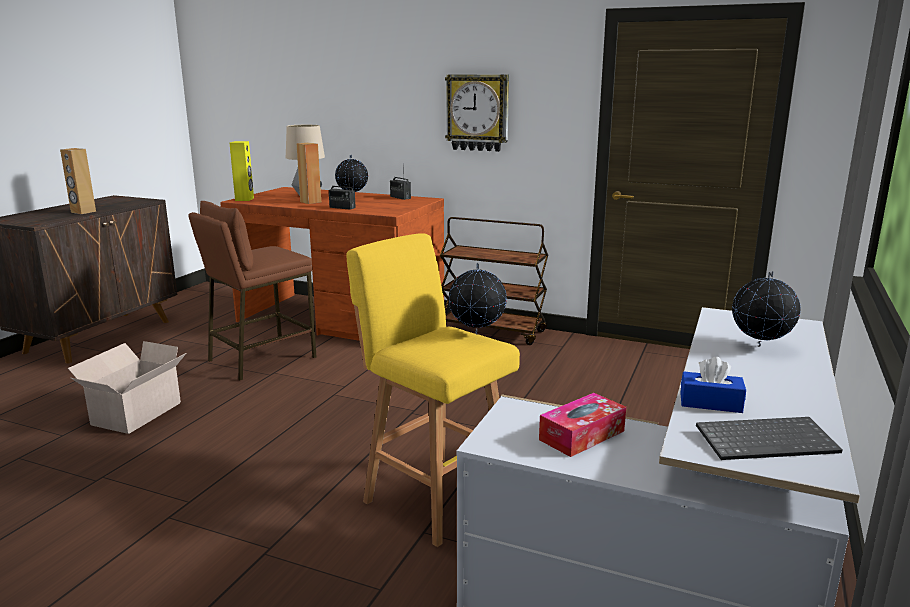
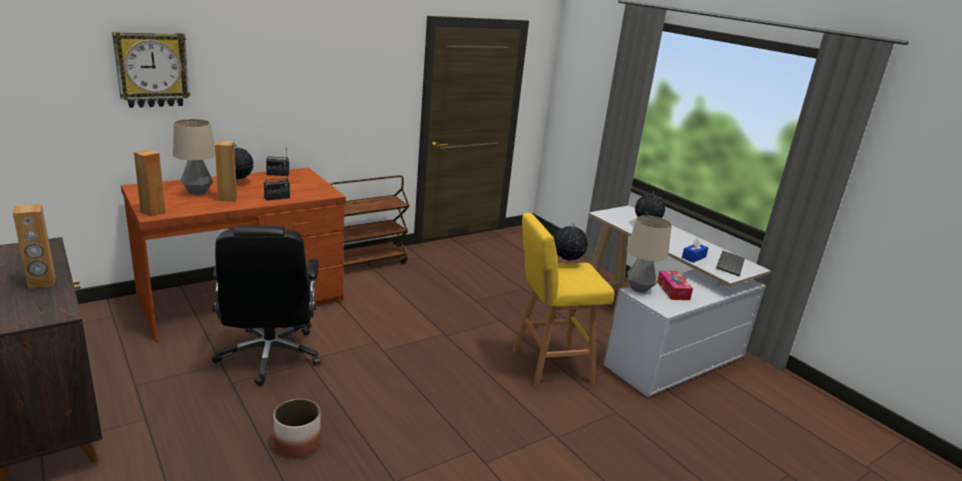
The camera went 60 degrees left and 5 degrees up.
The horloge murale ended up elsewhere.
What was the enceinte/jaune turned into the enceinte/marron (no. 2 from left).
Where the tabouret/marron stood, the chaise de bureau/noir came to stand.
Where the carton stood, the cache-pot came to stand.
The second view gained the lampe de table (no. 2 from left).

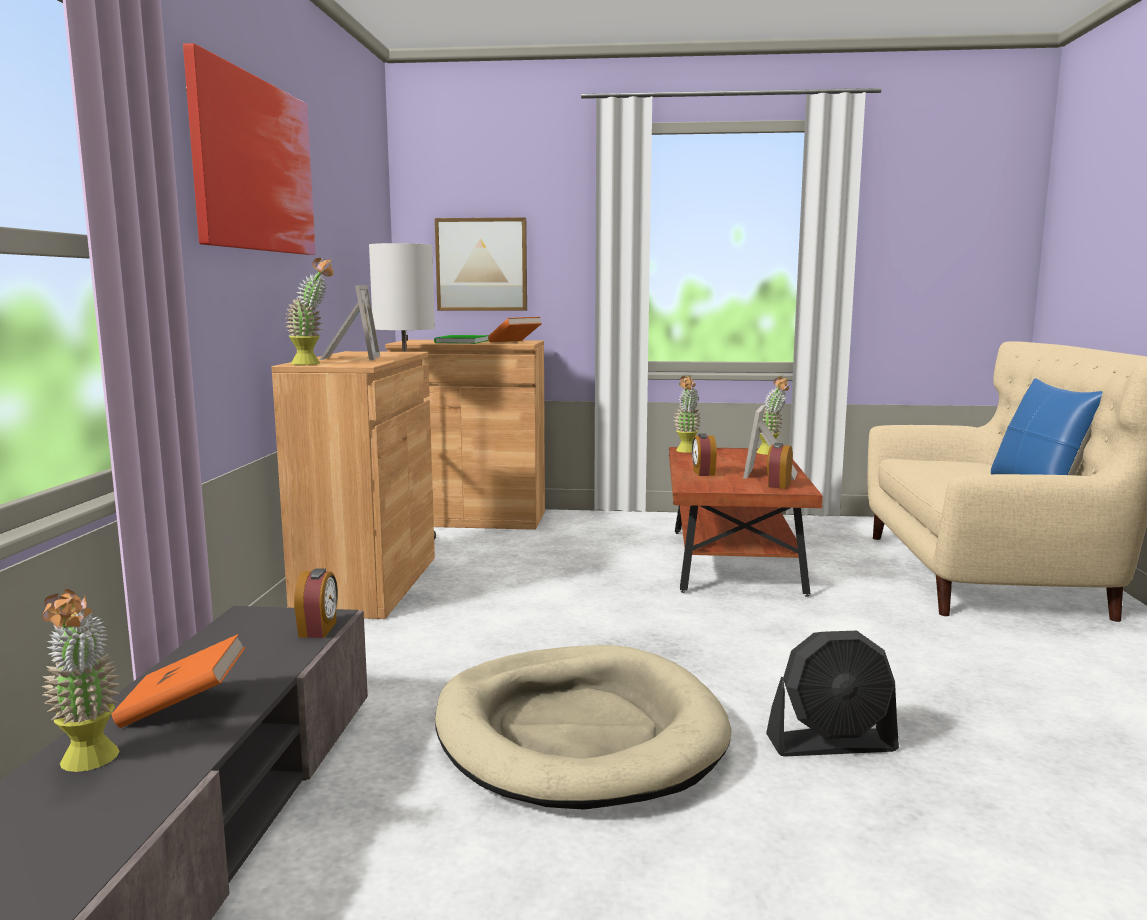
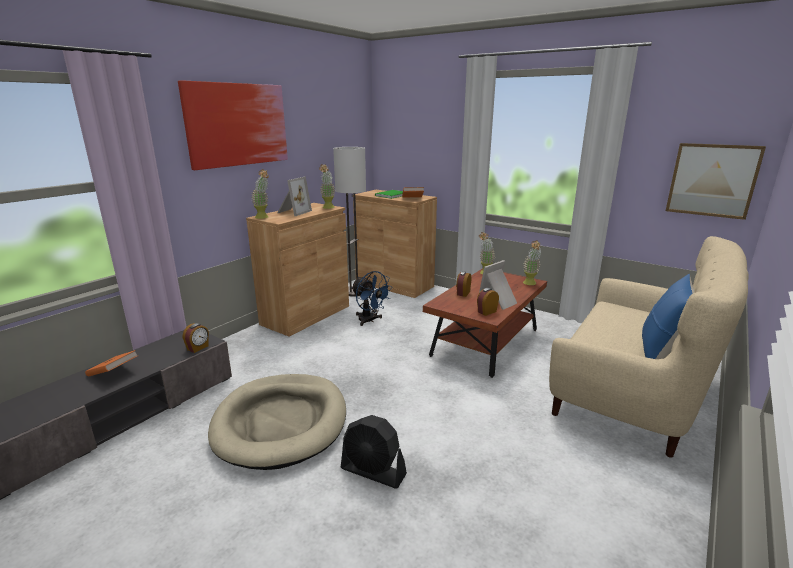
The camera went 30 degrees right and 10 degrees up.
The tableau (no. 2 from left) ended up elsewhere.
The plante en pot (no. 1 from left in the first image) ended up elsewhere.
The second view gained the ventilateur/bleu.

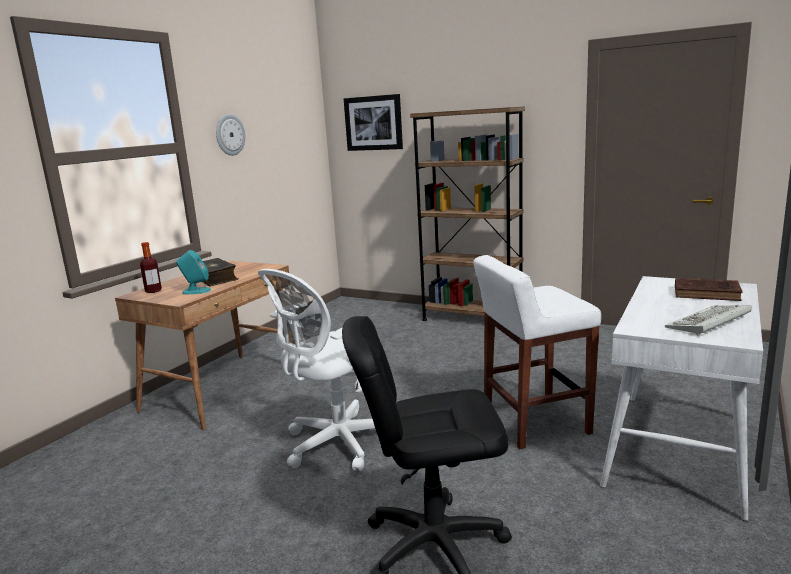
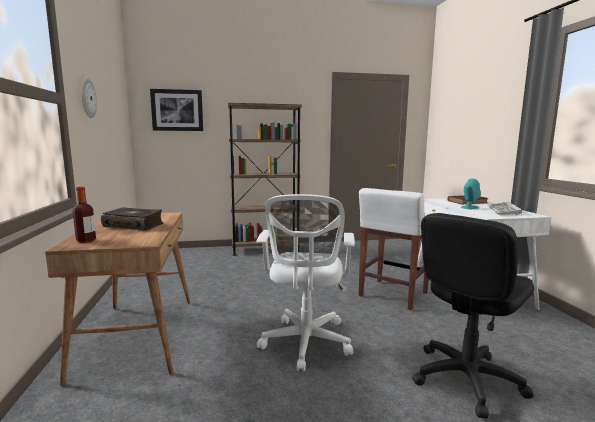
The camera went 40 degrees left and 5 degrees down.
The enceinte/turquoise ended up elsewhere.

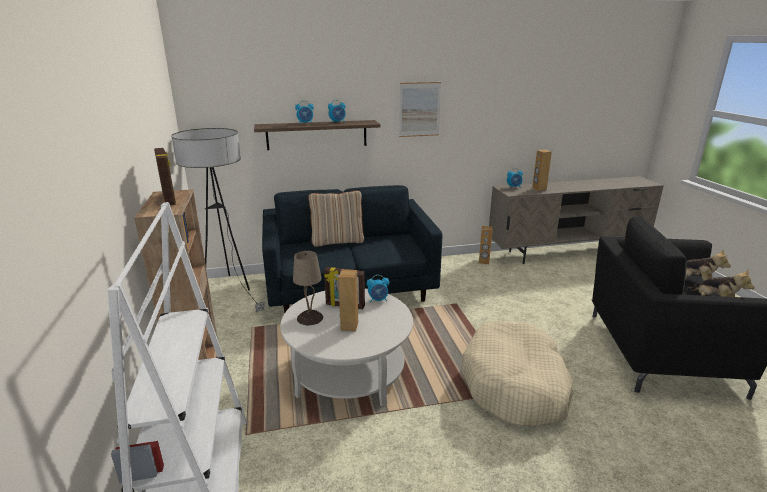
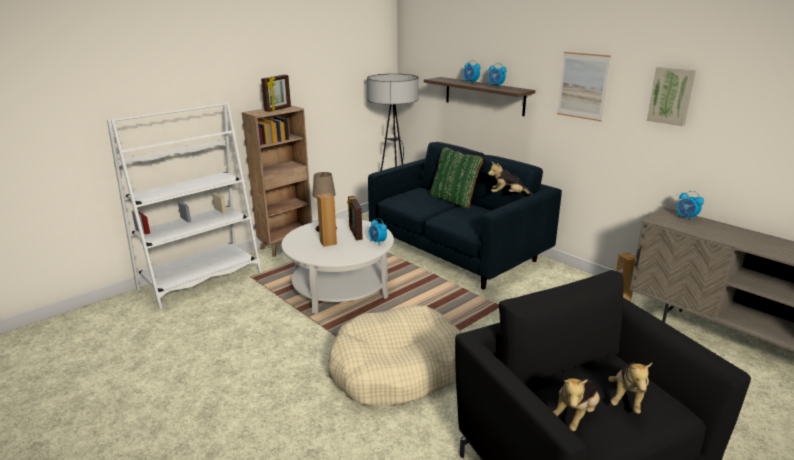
The camera went 60 degrees right and 0 degrees up.
The second view lost the enceinte/marron (no. 3 from left).
What was the coussin/beige turned into the coussin/vert.
The second view gained the tableau (no. 2 from left).
The second view gained the peluche (no. 1 from left).

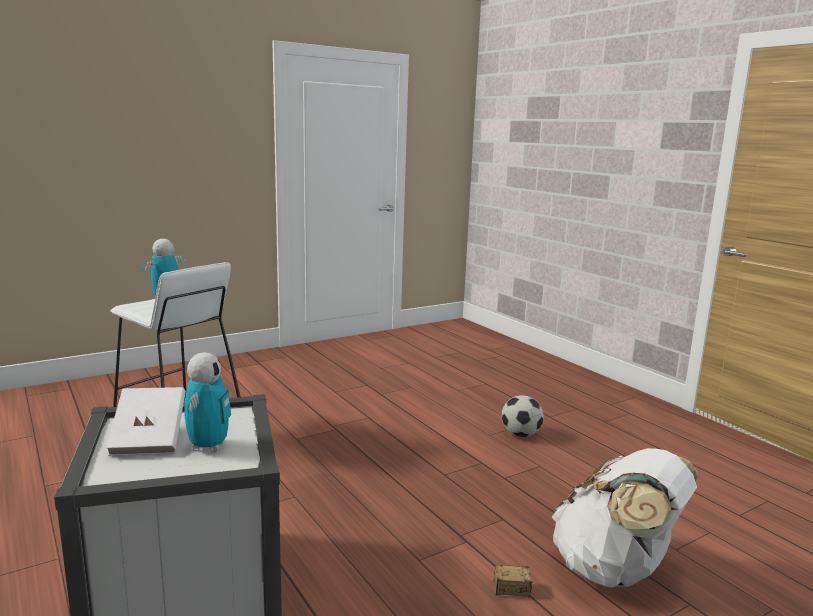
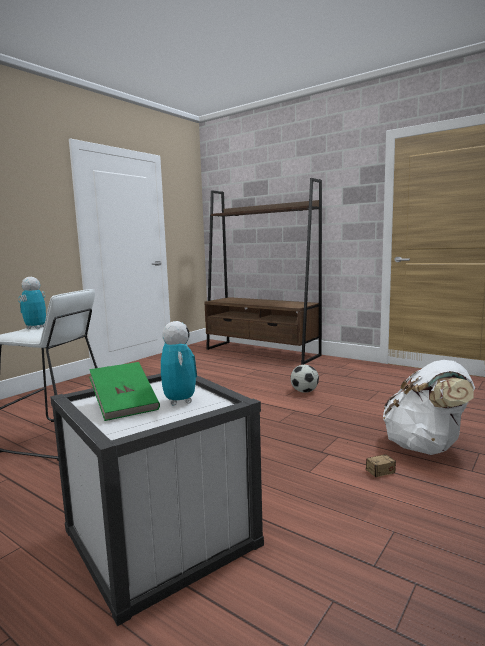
The camera went 20 degrees left and 5 degrees down.
What was the livre/blanc turned into the livre/vert.
The second view gained the bibliothèque/marron.

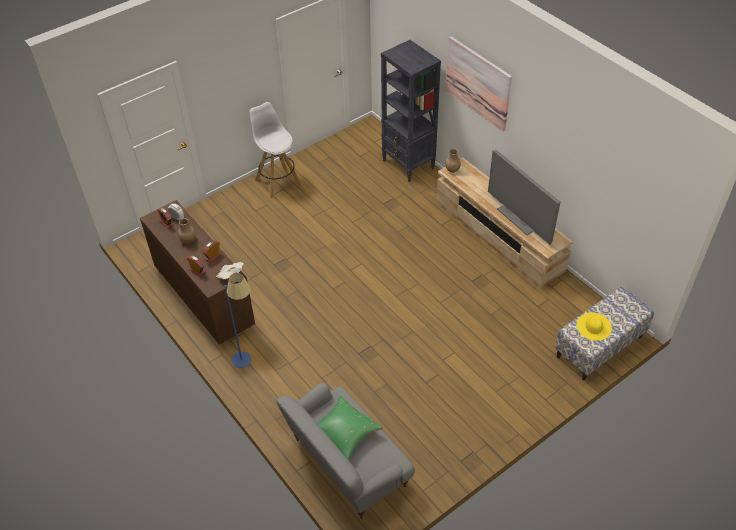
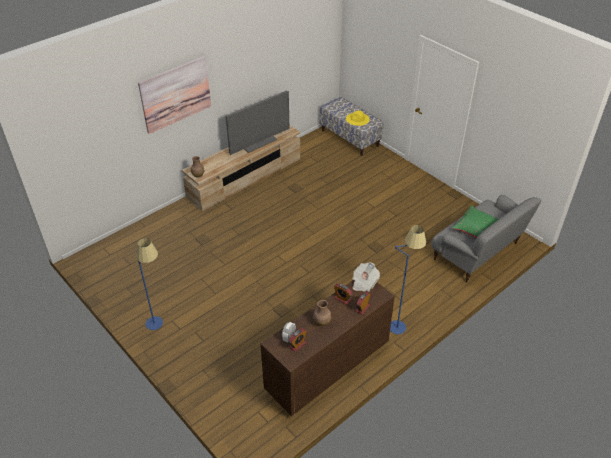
The camera went 95 degrees left and 5 degrees down.
The second view lost the bibliothèque/noir.
Where the tabouret/blanc stood, the lampadaire/bleu (no. 1 from left) came to stand.

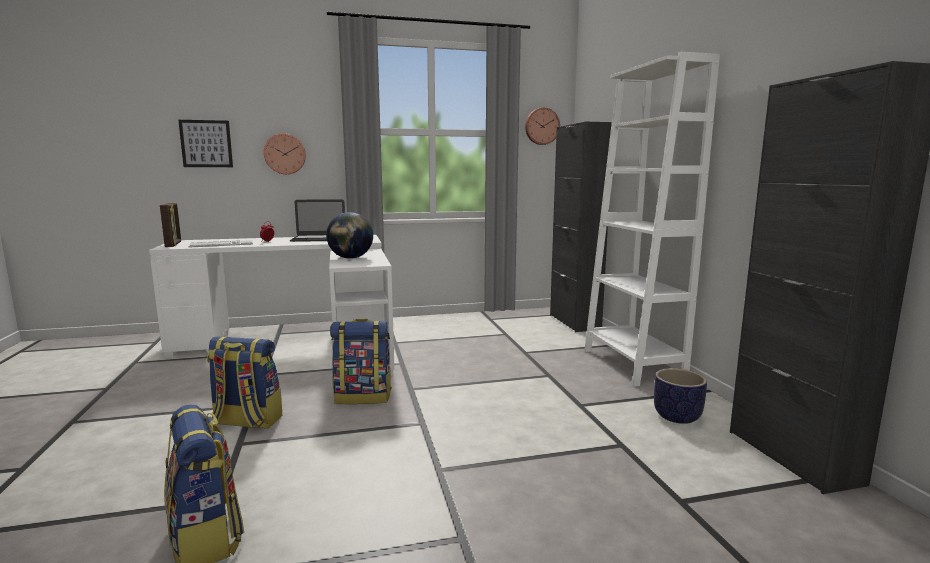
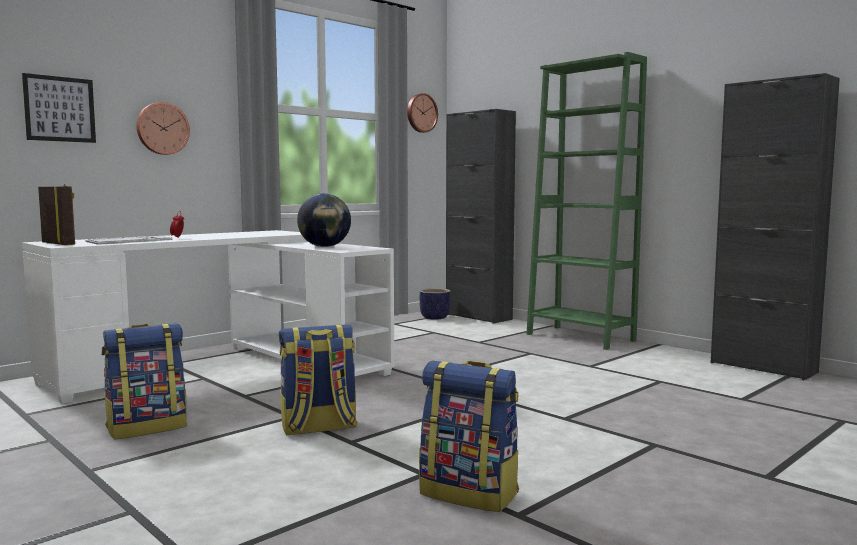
The camera went 30 degrees left and 5 degrees down.
What was the bibliothèque/blanc turned into the bibliothèque/vert.
The second view lost the ordinateur portable.
The sac à dos (no. 3 from left in the first image) ended up elsewhere.
The cache-pot ended up elsewhere.

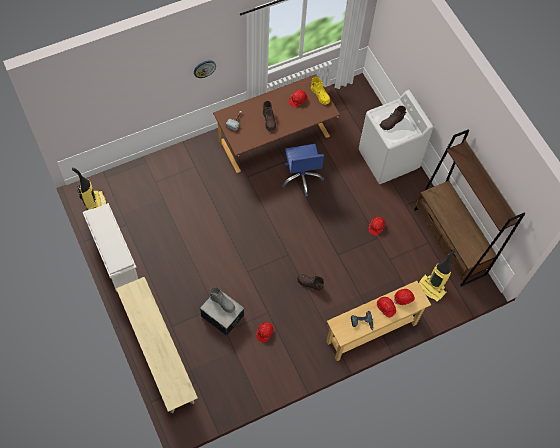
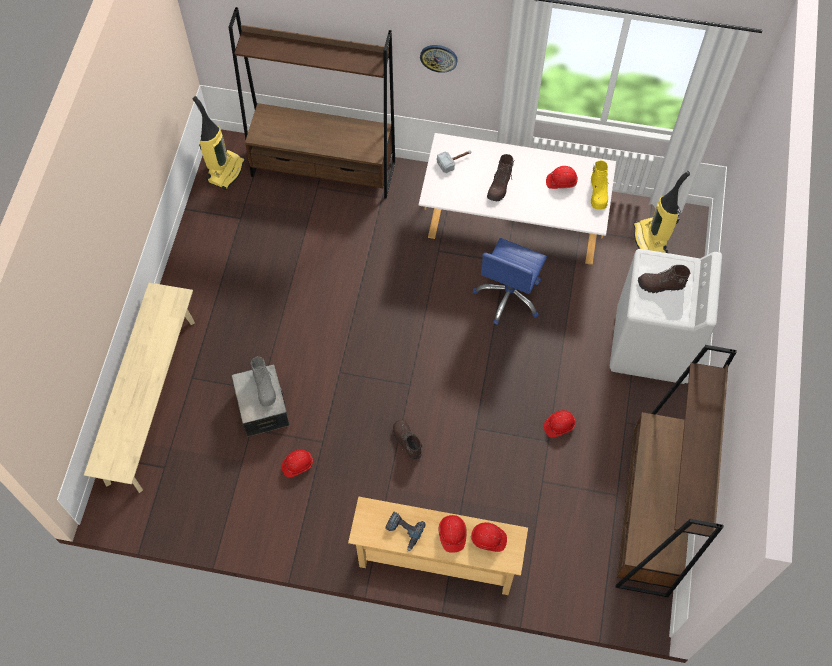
The camera went 40 degrees right and 0 degrees up.
What was the bureau/marron turned into the bureau/blanc.
The second view lost the étagère à chaussures/blanc.
The aspirateur (no. 2 from left) ended up elsewhere.
The second view gained the bibliothèque/marron (no. 1 from left).

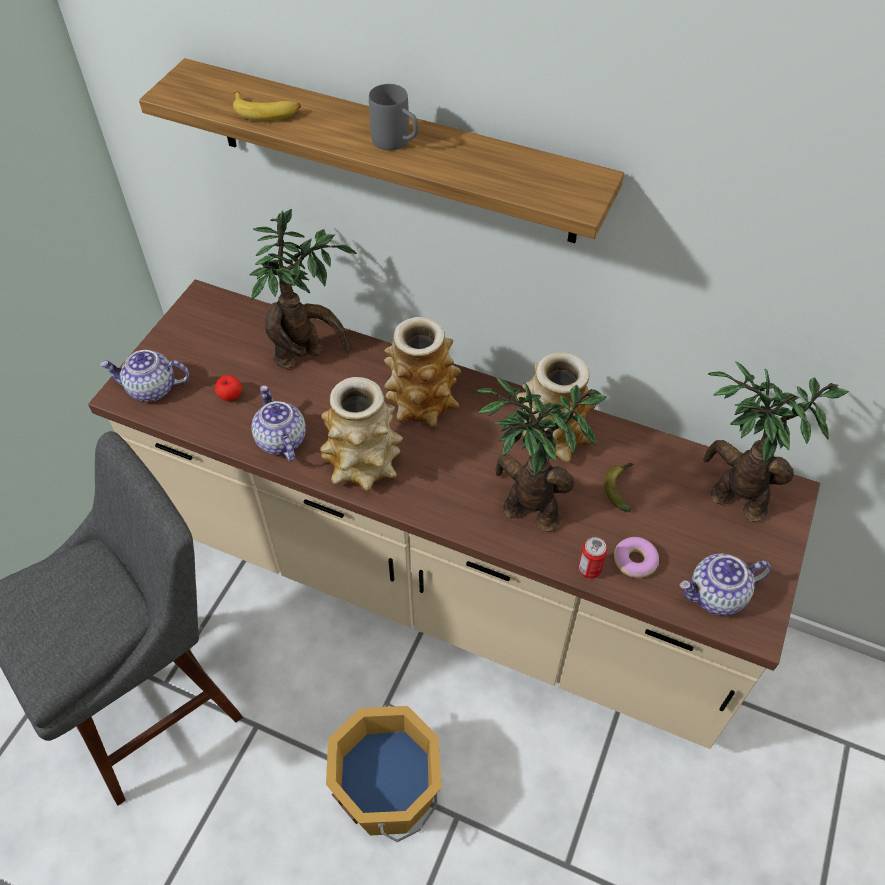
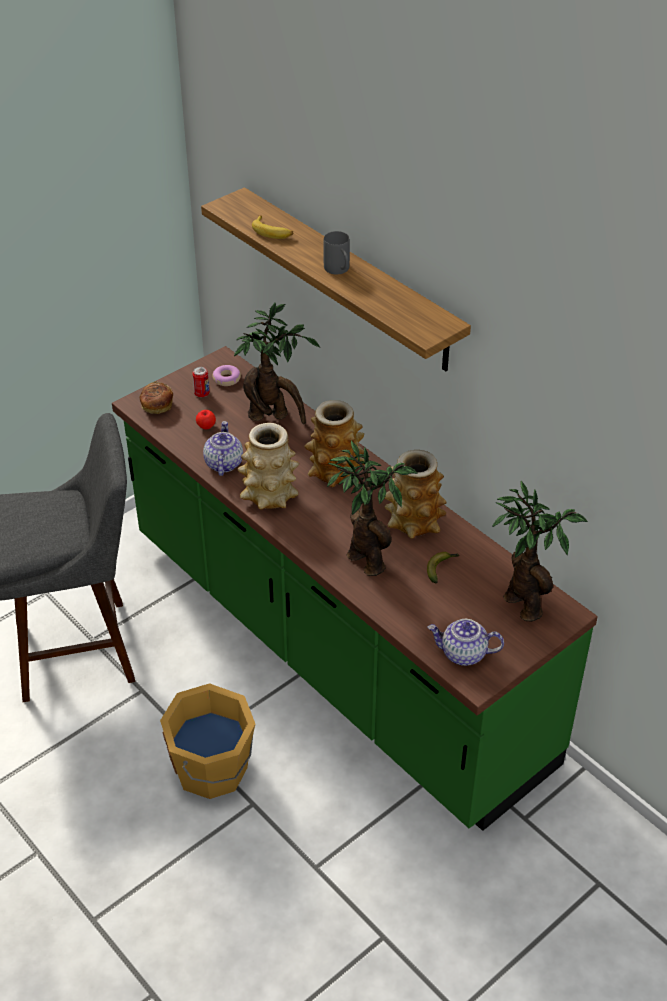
The camera went 25 degrees right and 10 degrees down.
What was the comptoir de cuisine/beige turned into the comptoir de cuisine/vert.
Where the théière (no. 1 from left) stood, the pain came to stand.
The boîte métallique ended up elsewhere.
The beignet ended up elsewhere.

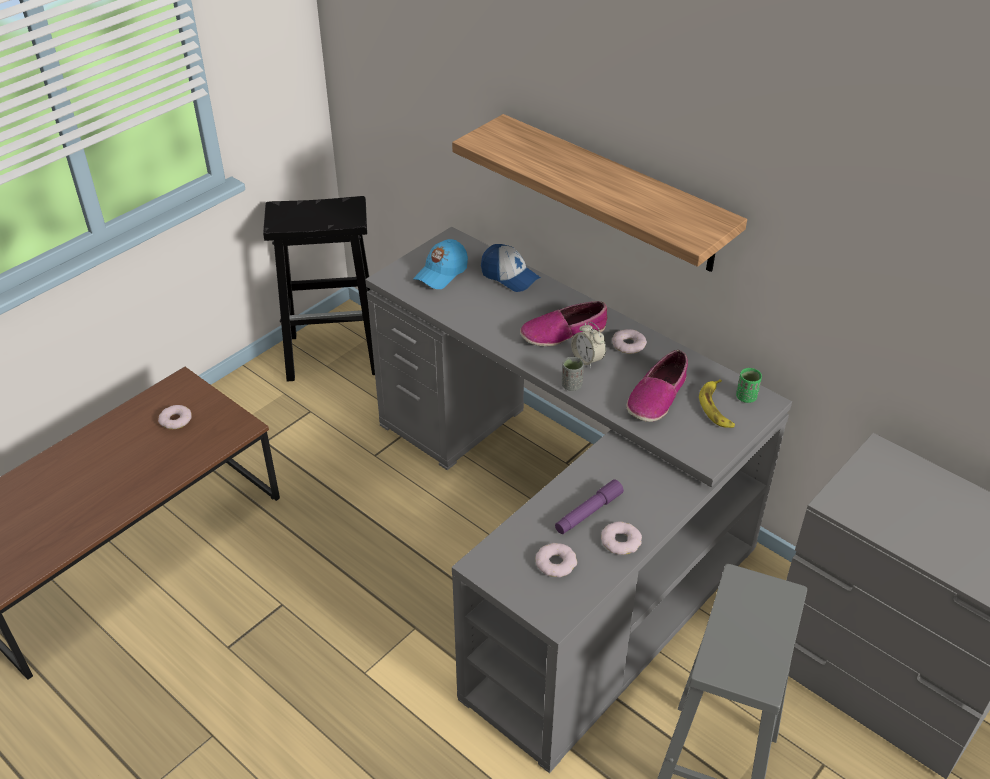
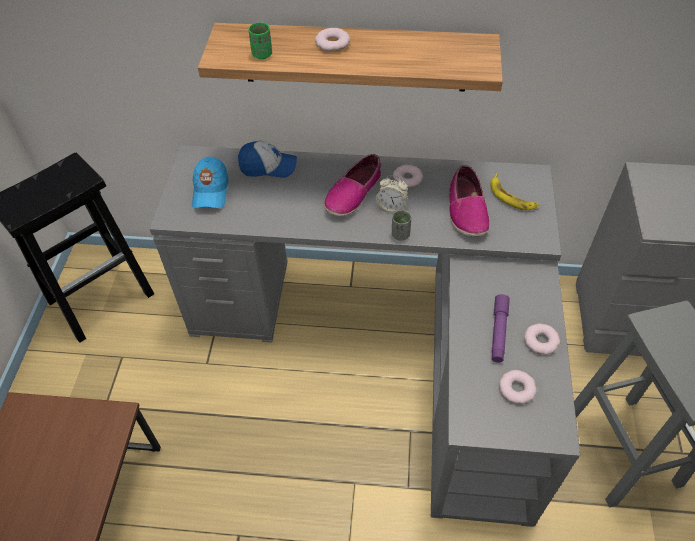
The camera went 35 degrees left and 10 degrees up.
The tasse/vert ended up elsewhere.
The beignet (no. 1 from left) ended up elsewhere.

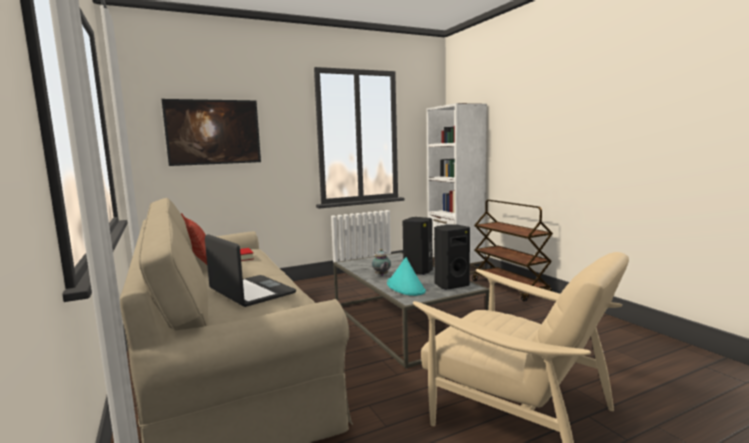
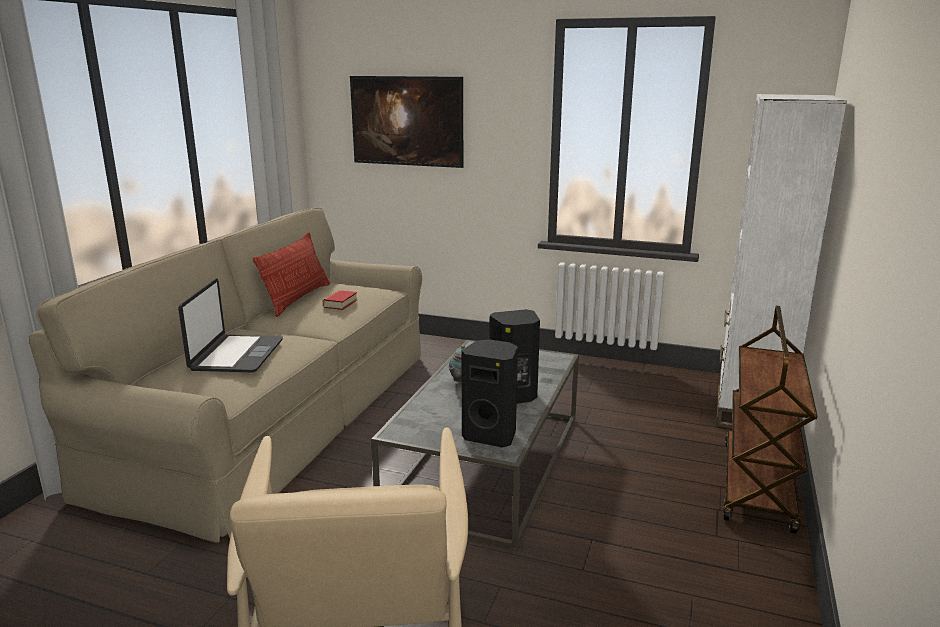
The camera went 45 degrees right and 10 degrees up.
The second view lost the chapeau/turquoise.

